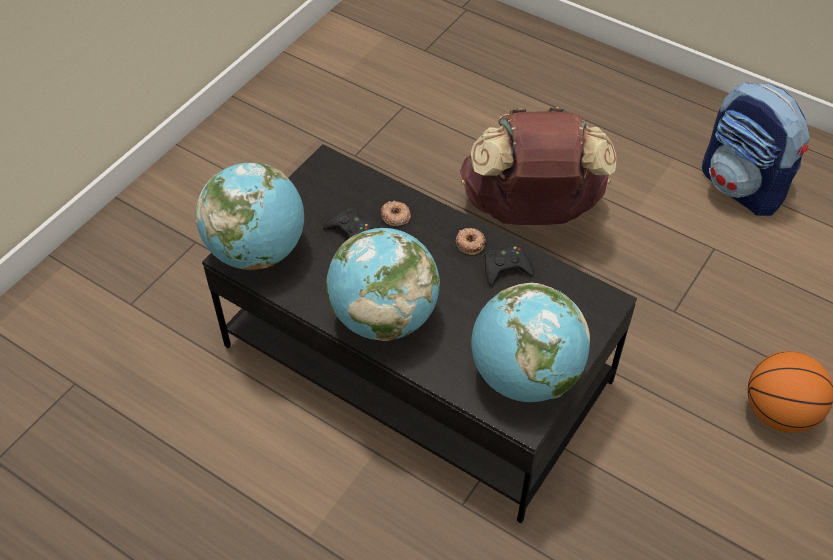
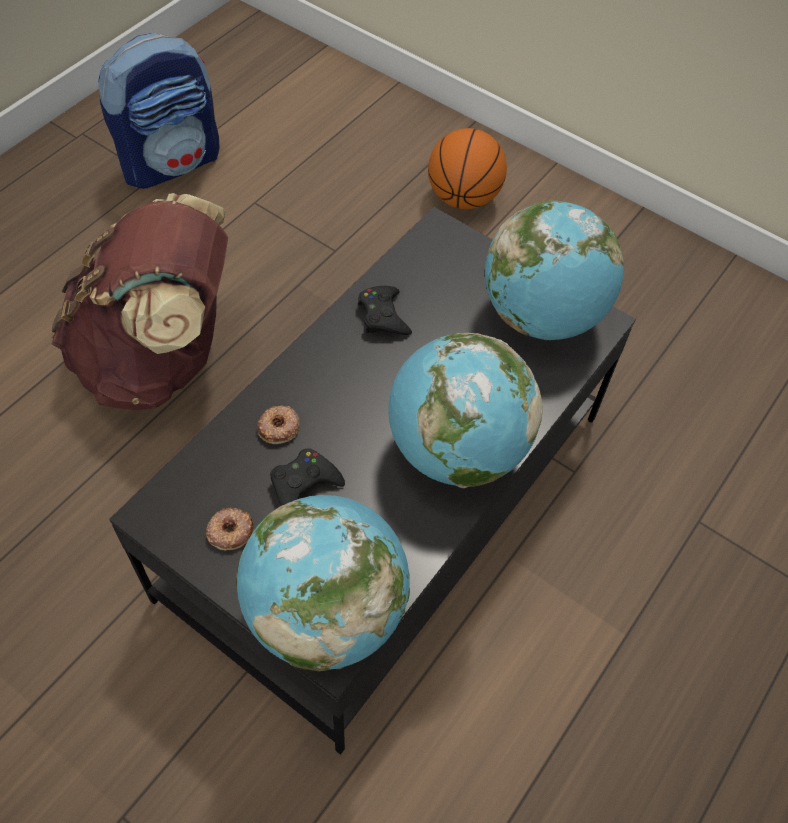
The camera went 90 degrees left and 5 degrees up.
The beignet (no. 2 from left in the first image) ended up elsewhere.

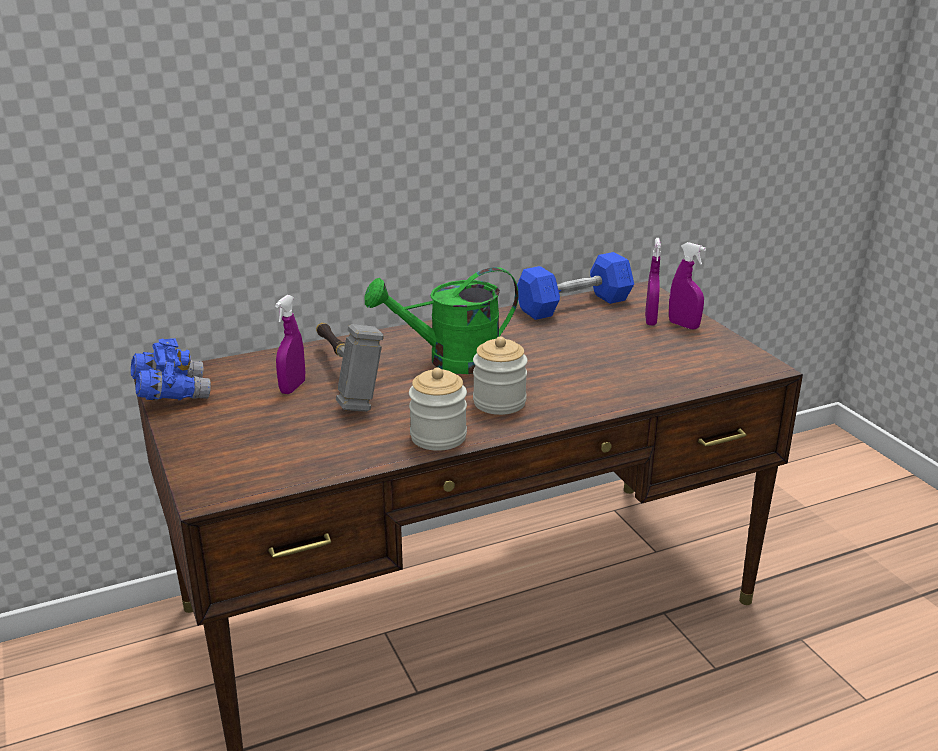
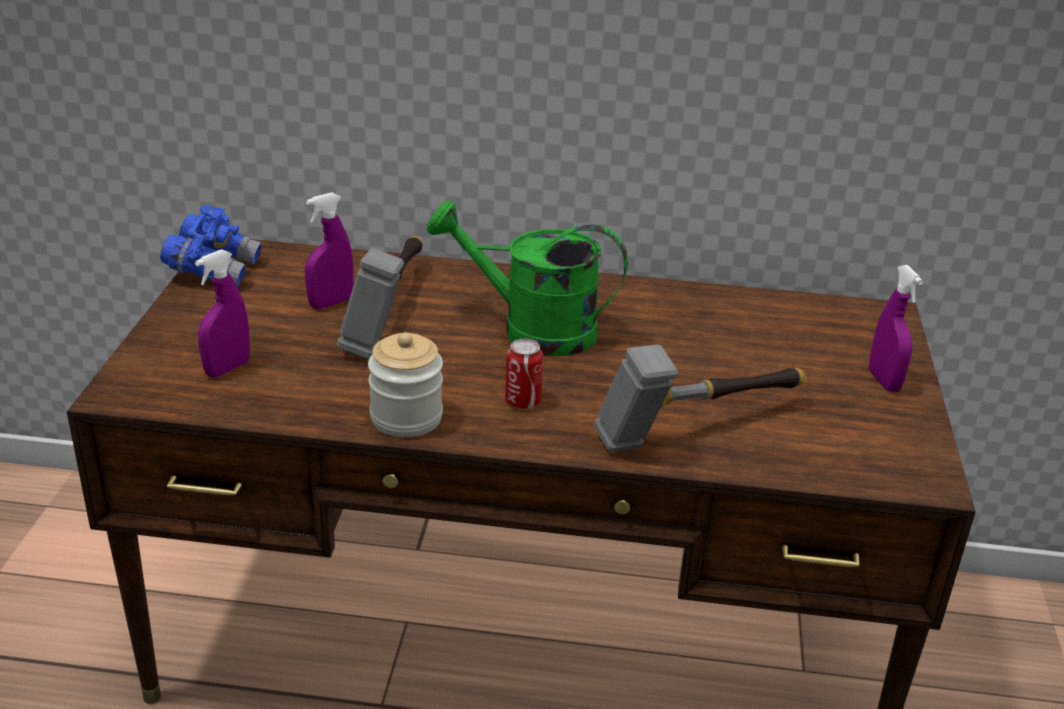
The camera went 30 degrees right and 5 degrees up.
The vaporisateur/violet (no. 2 from left in the first image) ended up elsewhere.
The second view lost the haltère/bleu.
Where the bocal (no. 2 from left) stood, the boîte métallique came to stand.
The second view gained the marteau (no. 2 from left).

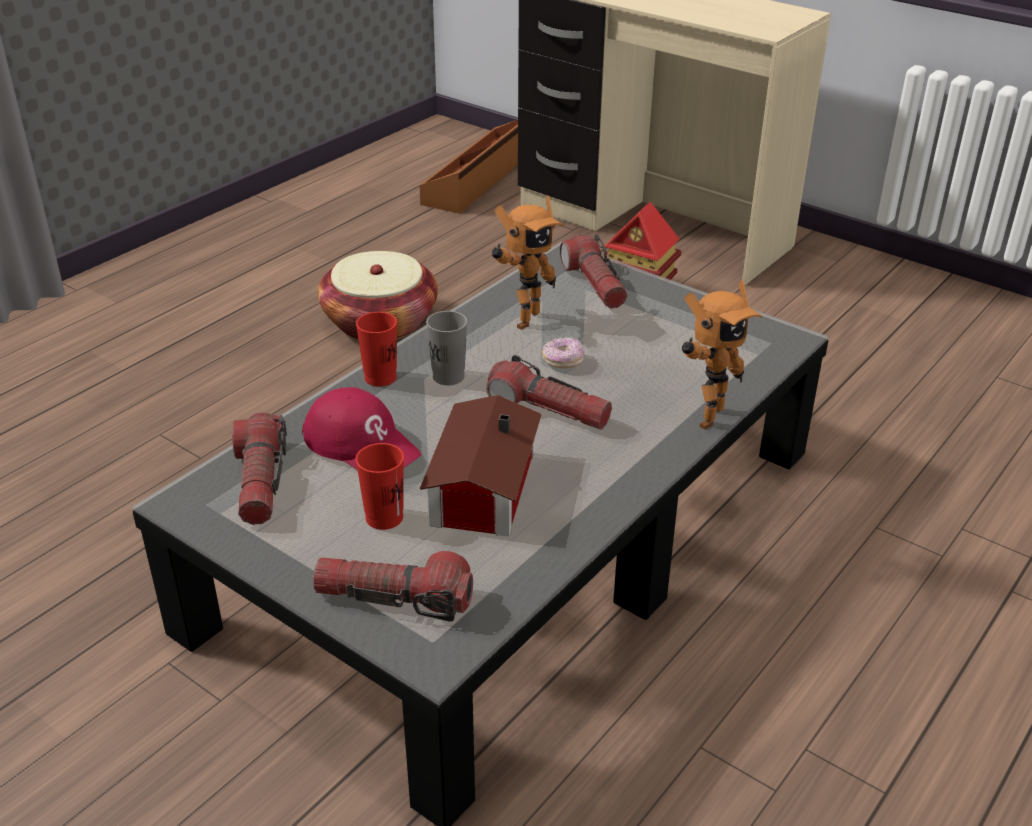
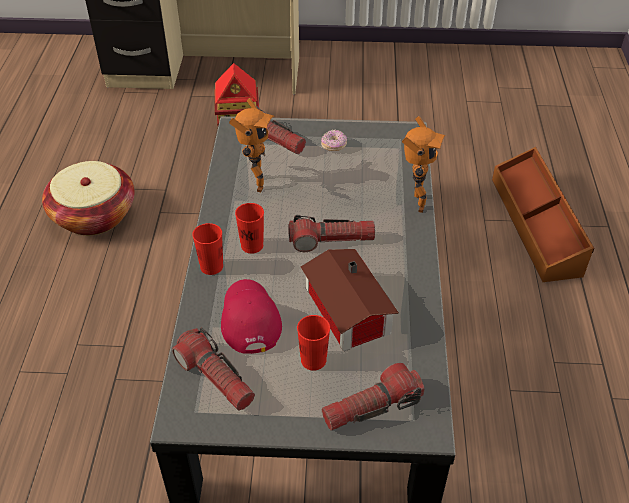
The camera went 35 degrees left and 10 degrees up.
The boîte de rangement/marron ended up elsewhere.
What was the tasse/gris turned into the tasse/rouge (no. 2 from left).
The beignet ended up elsewhere.
The casquette/rouge ended up facing another way, 105 degrees counterclockwise from before.

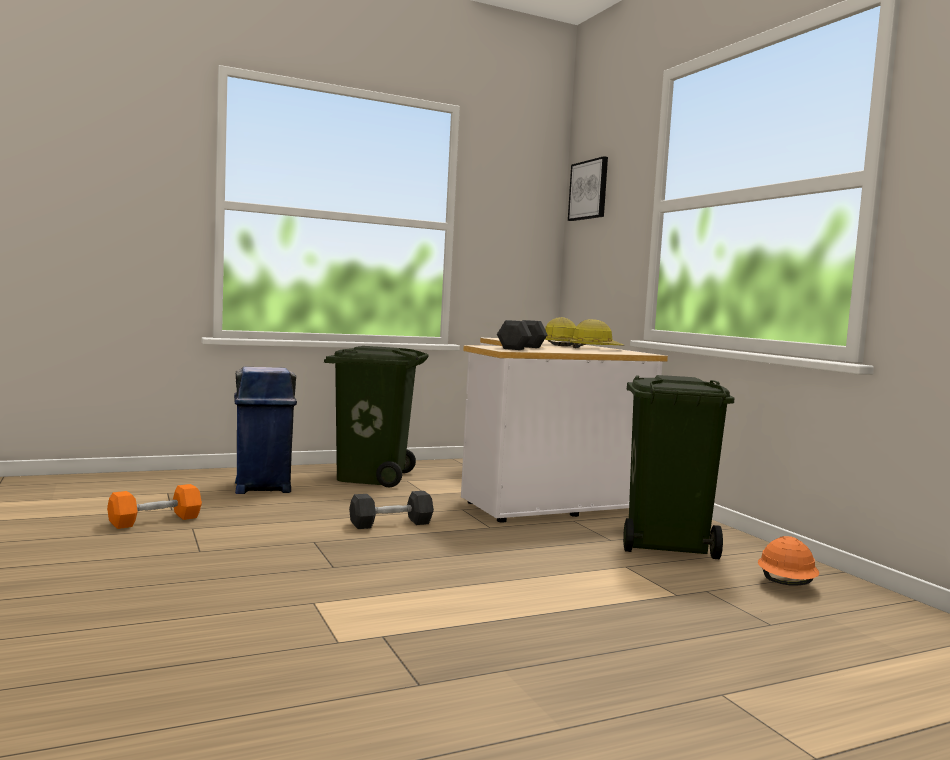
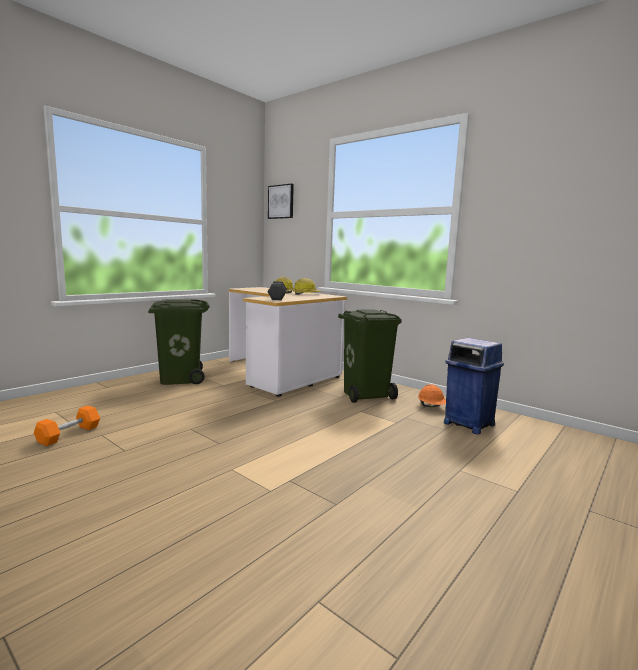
The camera went 25 degrees left and 5 degrees up.
The poubelle/bleu ended up elsewhere.
The second view lost the haltère/gris (no. 1 from left).

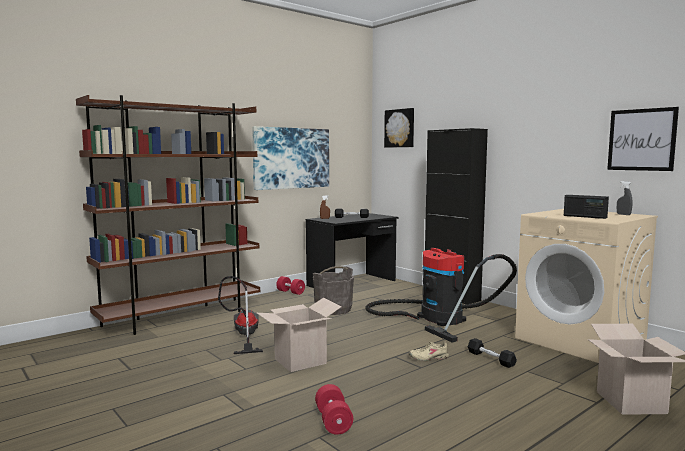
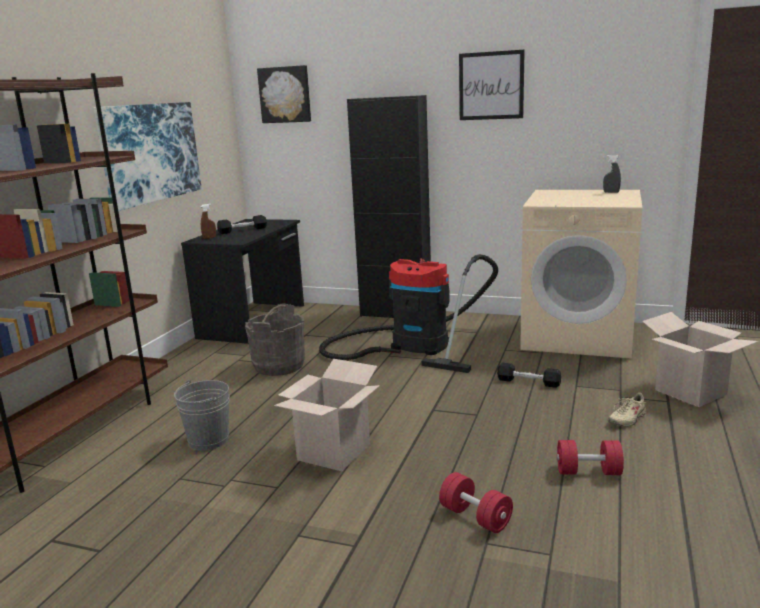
The camera went 30 degrees left and 10 degrees up.
The tableau (no. 3 from left) ended up elsewhere.
The second view lost the radio.
Where the aspirateur (no. 1 from left) stood, the seau/gris (no. 1 from left) came to stand.
The haltère/rouge (no. 1 from left in the first image) ended up elsewhere.
The chaussure/beige ended up elsewhere.

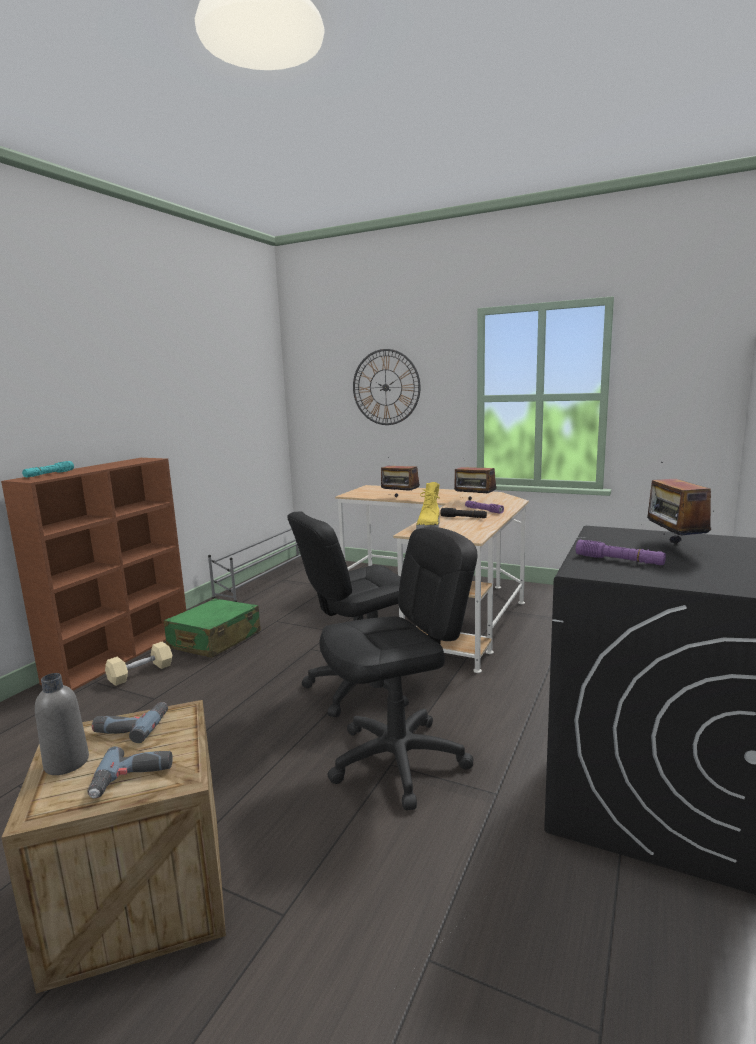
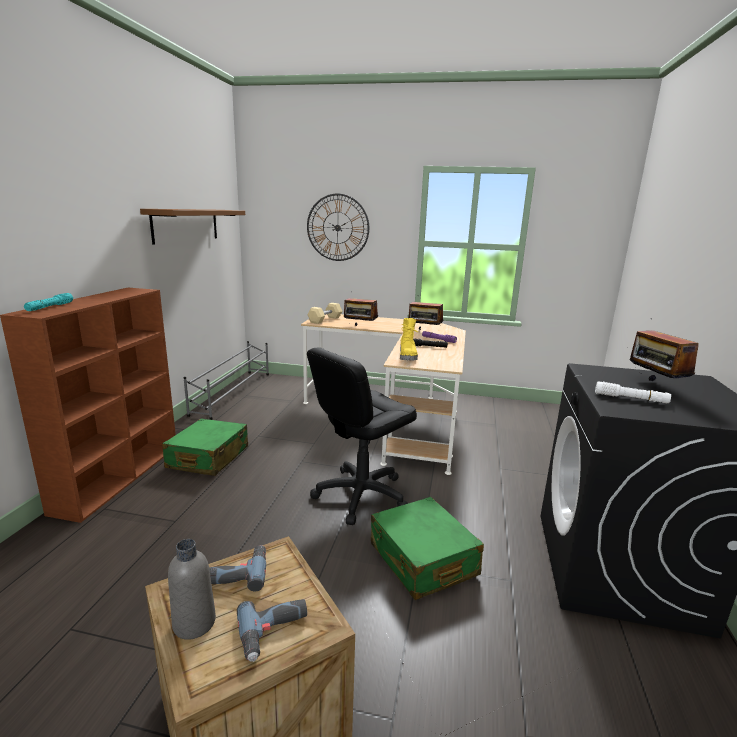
The camera went 15 degrees left and 5 degrees up.
Where the chaise de bureau/noir (no. 2 from left) stood, the valise/vert (no. 2 from left) came to stand.
What was the lampe de poche/violet (no. 2 from left) turned into the lampe de poche/blanc.
The haltère/beige ended up elsewhere.
The second view gained the étagère/marron.

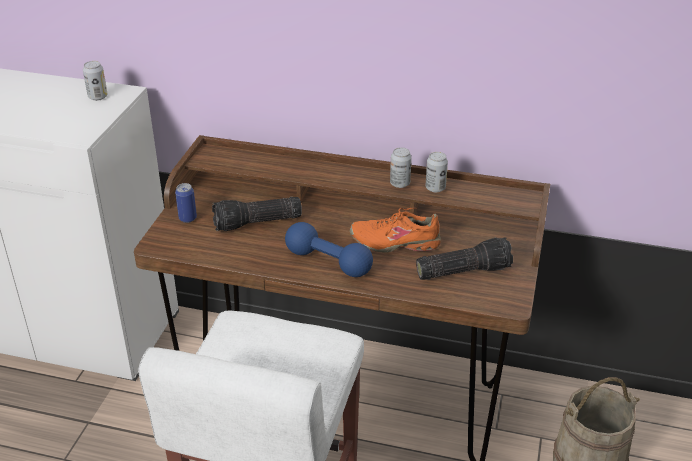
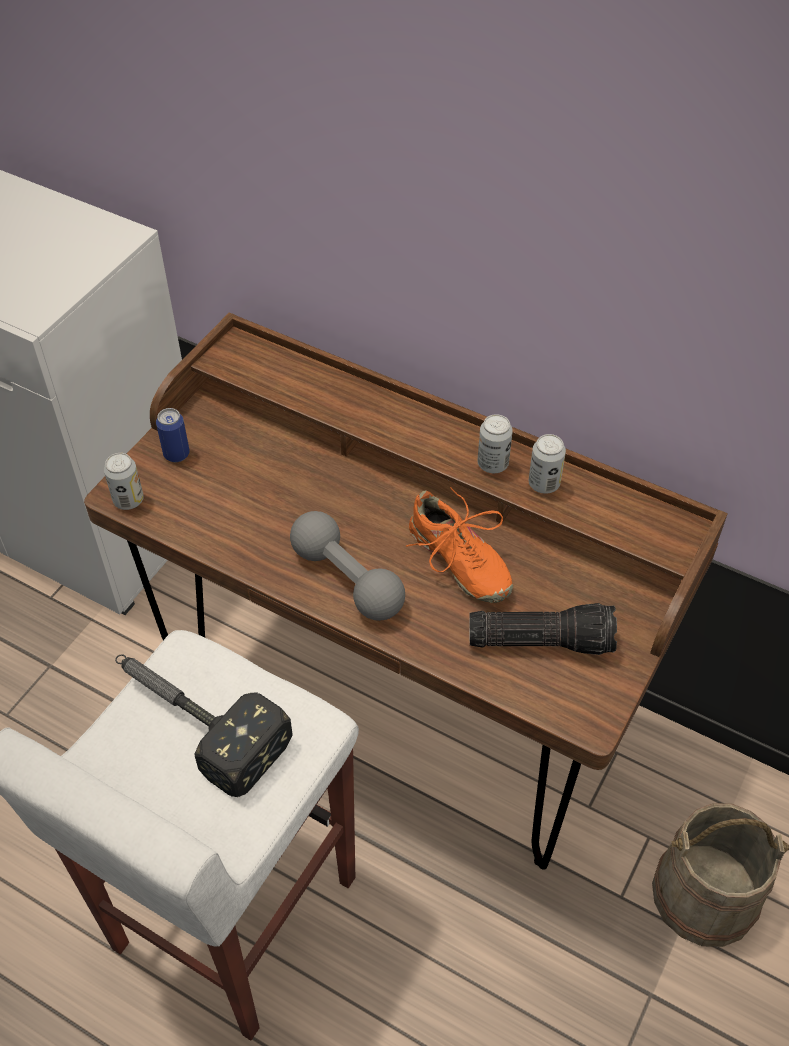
The camera went 15 degrees right and 15 degrees up.
The boîte métallique (no. 1 from left) ended up elsewhere.
The second view lost the lampe de poche (no. 1 from left).
The chaussure/orange ended up facing another way, 150 degrees counterclockwise from before.
What was the haltère/bleu turned into the haltère/gris.
The second view gained the marteau.

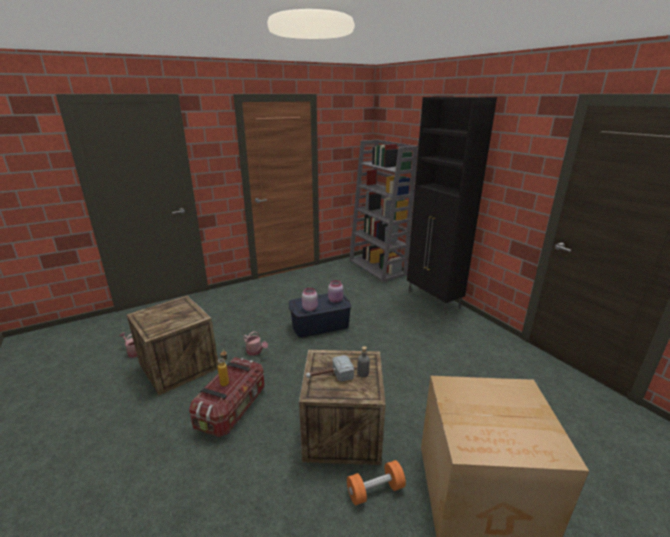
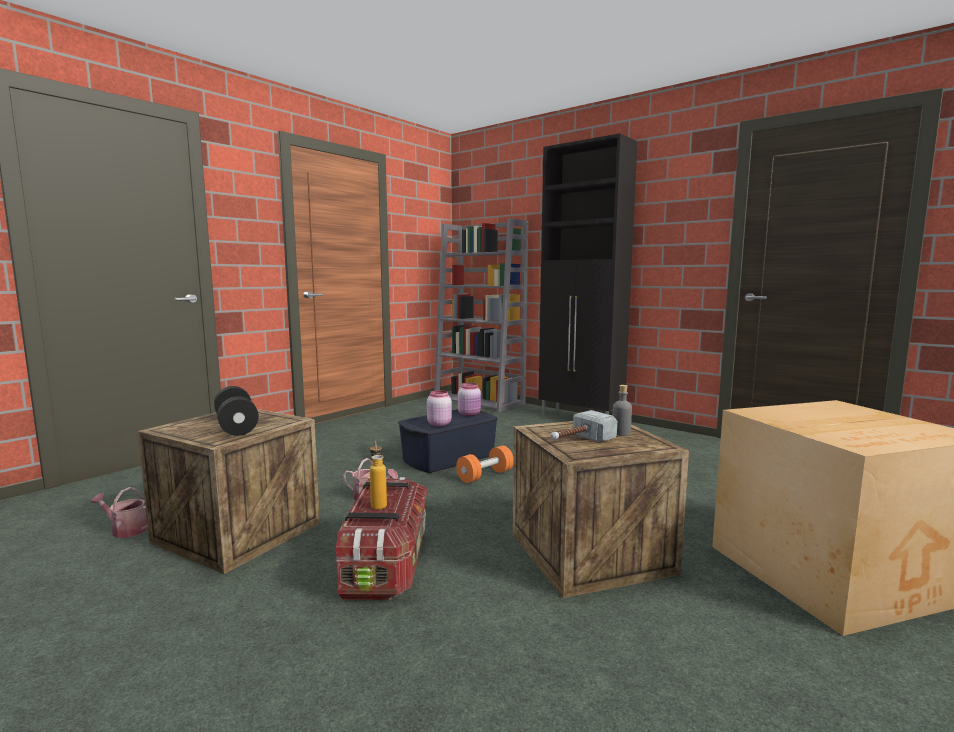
The camera went 20 degrees left and 15 degrees down.
The haltère/orange ended up elsewhere.
The second view gained the haltère/noir.

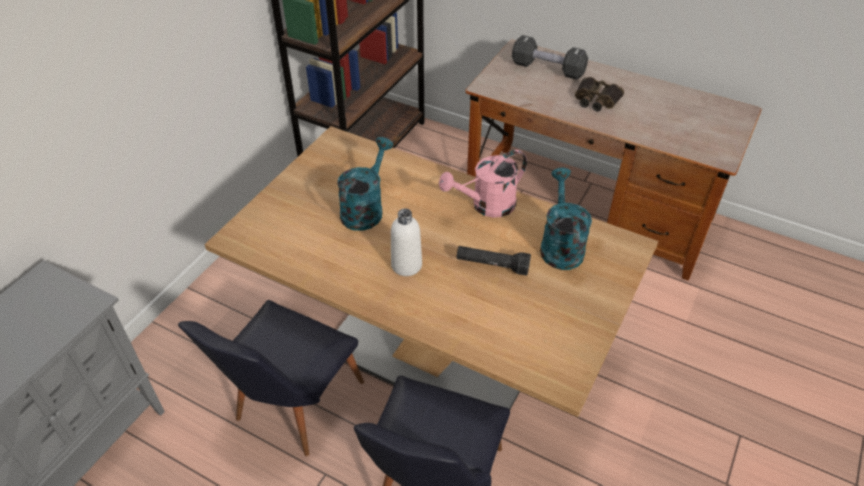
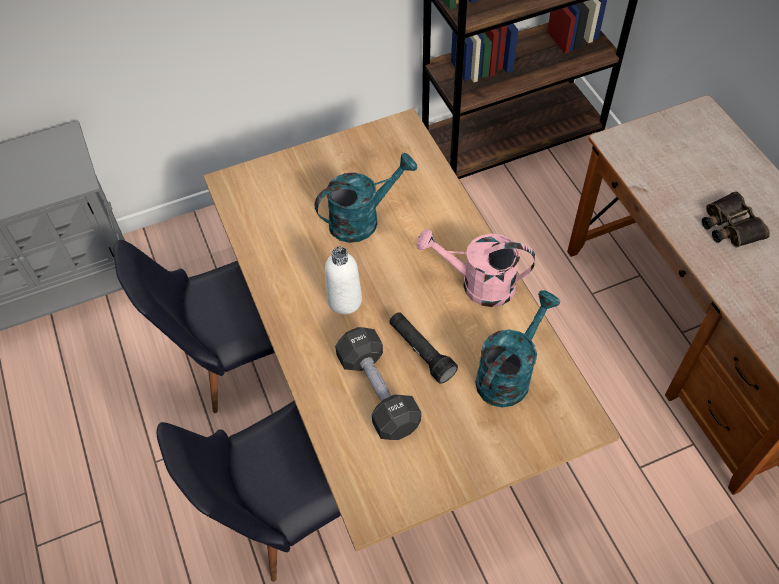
The camera went 40 degrees right and 10 degrees up.
The haltère/noir ended up elsewhere.

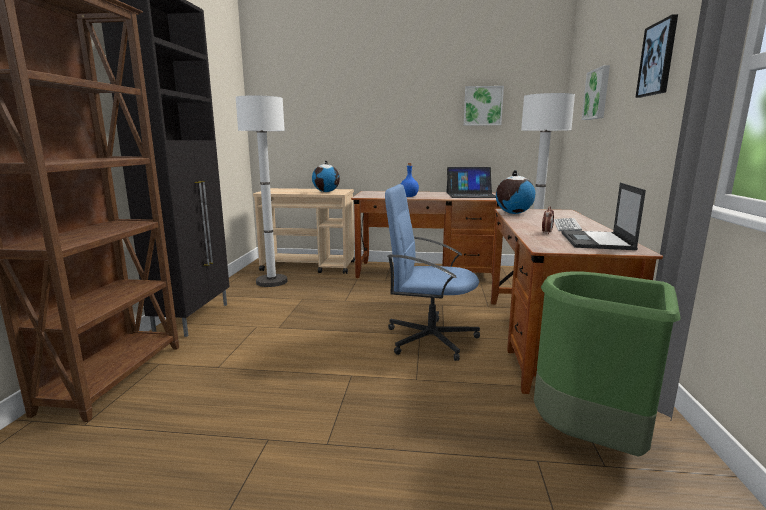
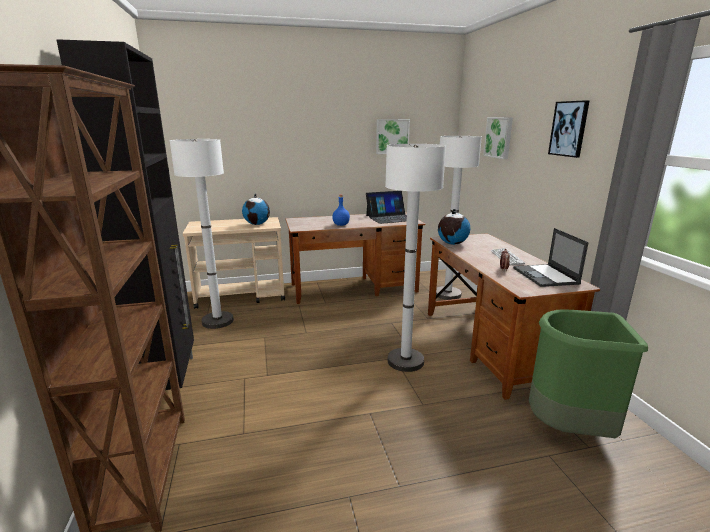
The camera went 20 degrees left and 5 degrees up.
Where the chaise de bureau/bleu stood, the lampadaire/blanc (no. 2 from left) came to stand.

